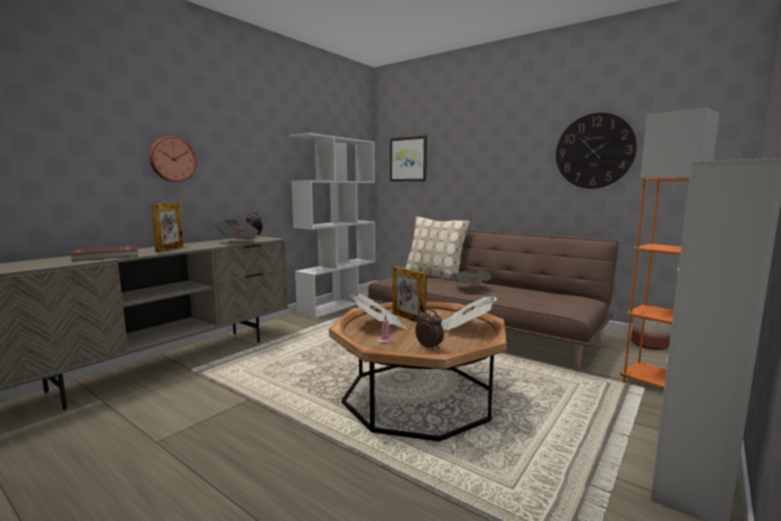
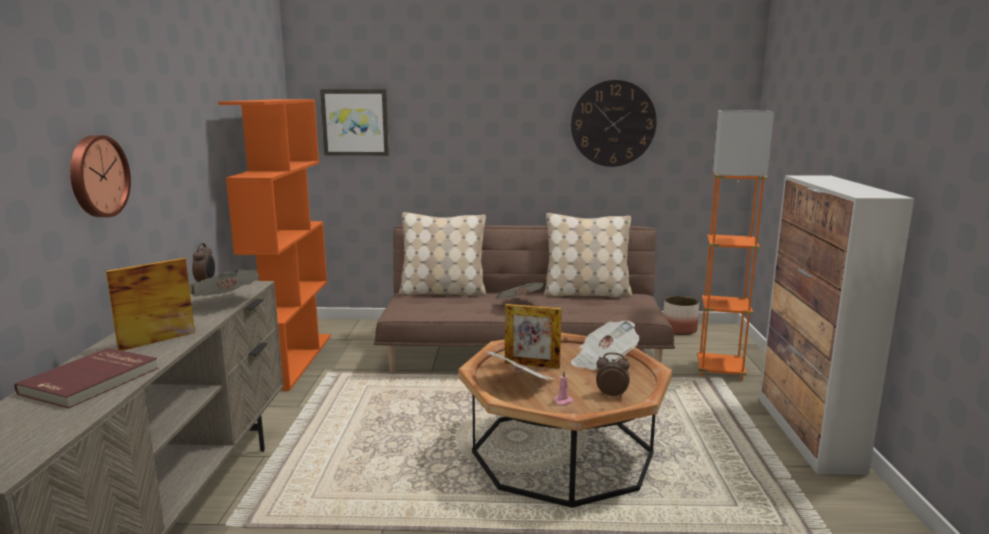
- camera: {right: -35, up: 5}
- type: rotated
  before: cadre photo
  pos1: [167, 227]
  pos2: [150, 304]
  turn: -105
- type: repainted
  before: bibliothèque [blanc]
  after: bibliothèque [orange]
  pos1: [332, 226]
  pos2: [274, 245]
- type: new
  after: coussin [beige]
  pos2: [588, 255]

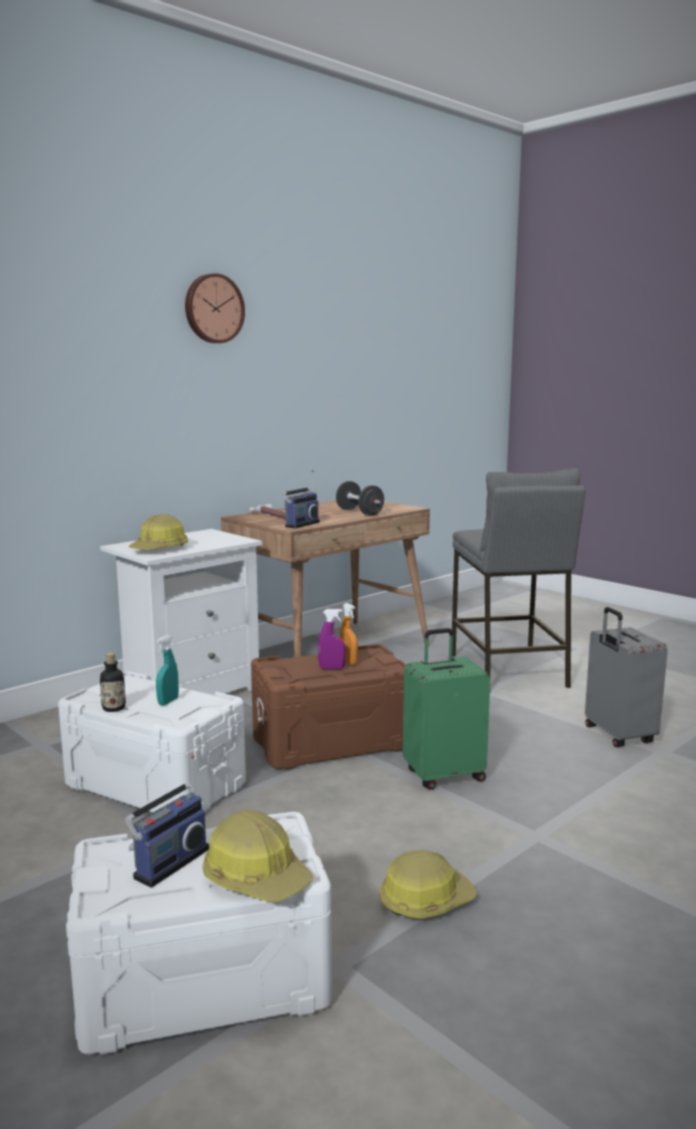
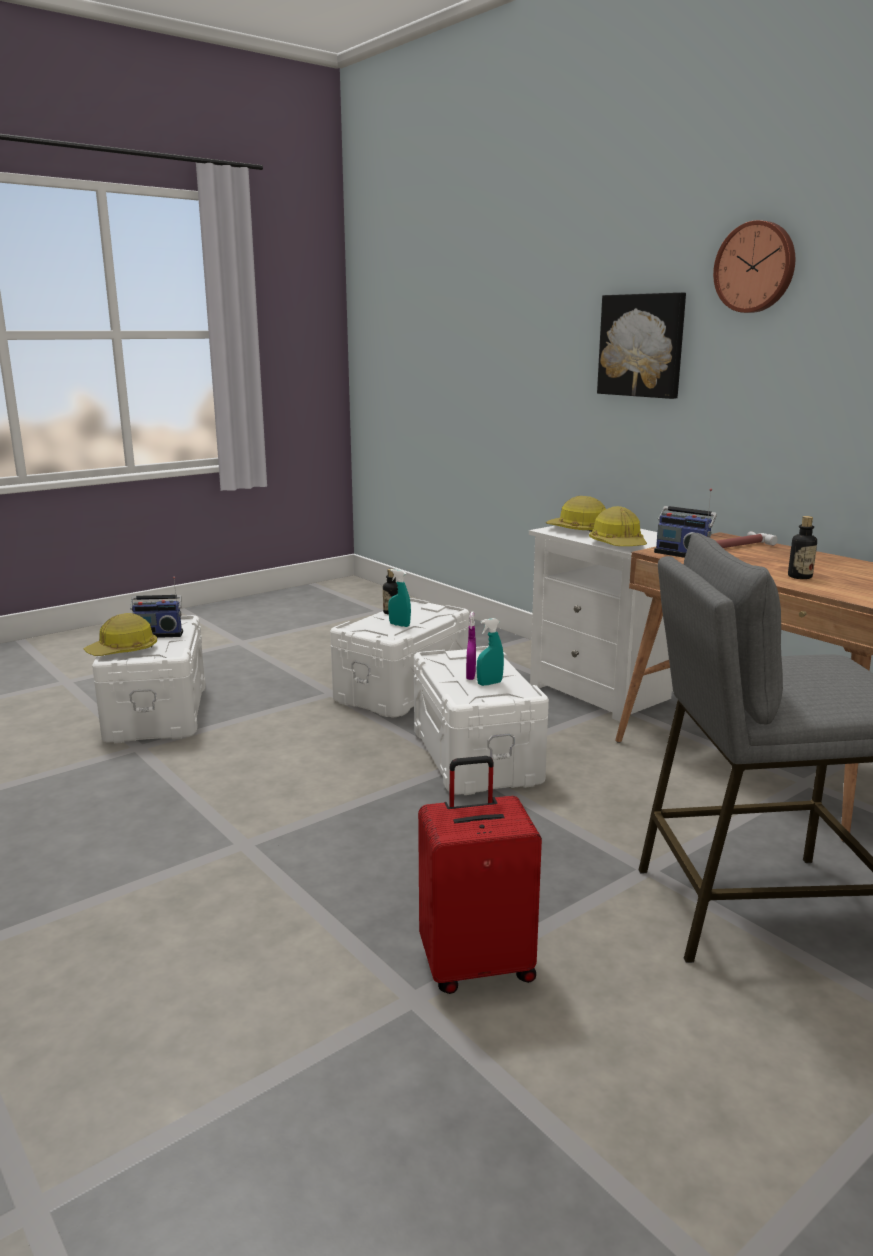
- camera: {right: 95, up: 5}
- type: rotated
  before: radio
  pos1: [167, 821]
  pos2: [156, 607]
  turn: -45
- type: repainted
  before: boîte de rangement [marron]
  after: boîte de rangement [blanc]
  pos1: [328, 707]
  pos2: [481, 720]
- type: repainted
  before: valise [gris]
  after: valise [rouge]
  pos1: [626, 677]
  pos2: [480, 875]
- type: repainted
  before: vaporisateur [orange]
  after: vaporisateur [turquoise]
  pos1: [349, 634]
  pos2: [490, 652]
- type: shifted
  before: casque de chantier
  pos1: [428, 884]
  pos2: [618, 526]
- type: new
  after: tableau
  pos2: [641, 345]
- type: swapped
  before: haltère [noir]
  after: bouteille
  pos1: [360, 498]
  pos2: [802, 547]
- type: gone
  before: valise [vert]
  pos1: [446, 709]

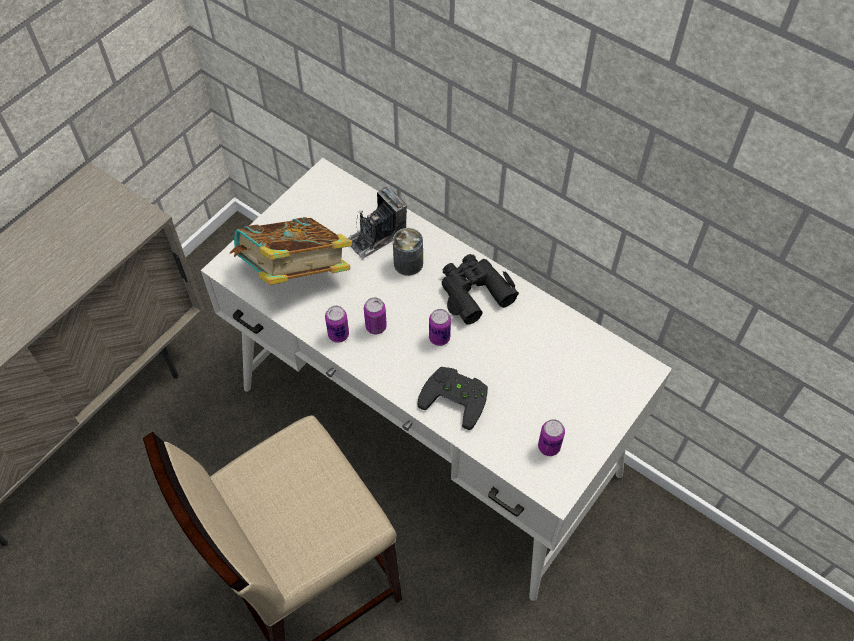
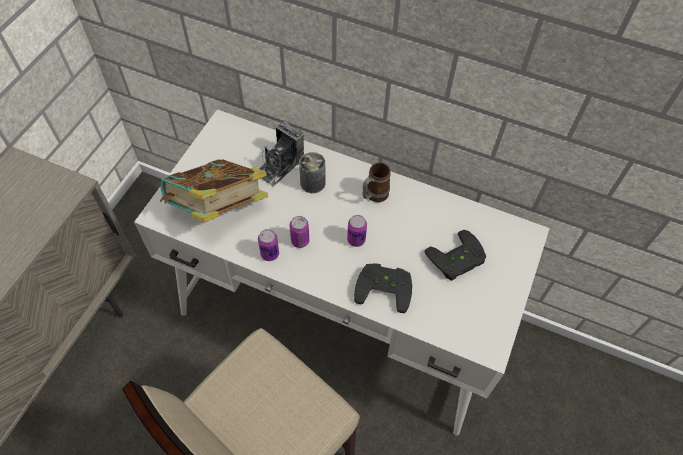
- camera: {right: -15, up: 0}
- type: swapped
  before: jumelles [noir]
  after: mug
  pos1: [480, 289]
  pos2: [376, 182]
- type: new
  after: manette [noir]
  pos2: [455, 255]
- type: gone
  before: boîte métallique
  pos1: [551, 437]

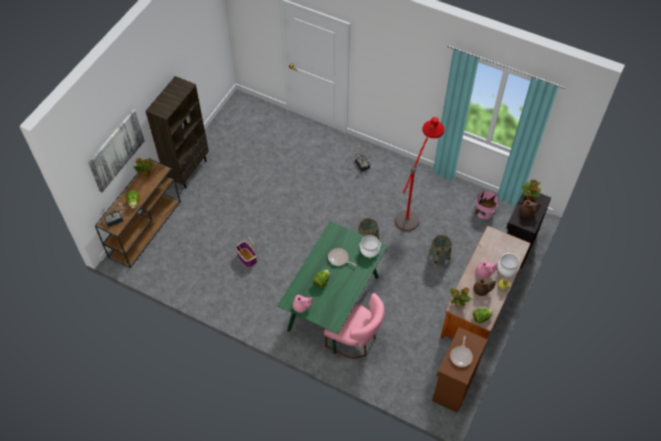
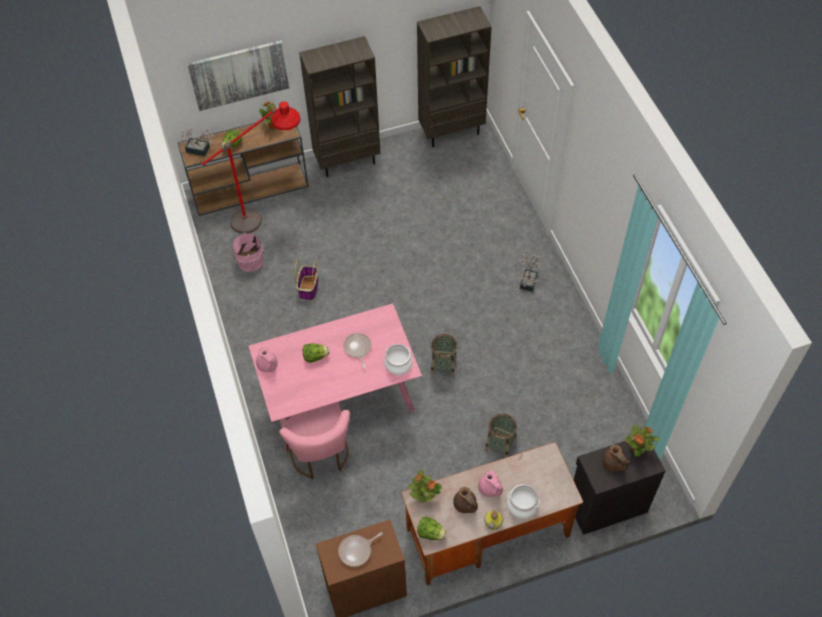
- camera: {right: 45, up: 0}
- type: shifted
  before: lampadaire [rouge]
  pos1: [419, 174]
  pos2: [251, 168]
- type: shifted
  before: seau [rose]
  pos1: [486, 204]
  pos2: [247, 252]
- type: repainted
  before: table à manger [vert]
  after: table à manger [rose]
  pos1: [332, 287]
  pos2: [335, 377]
- type: new
  after: bibliothèque [marron]
  pos2: [454, 76]

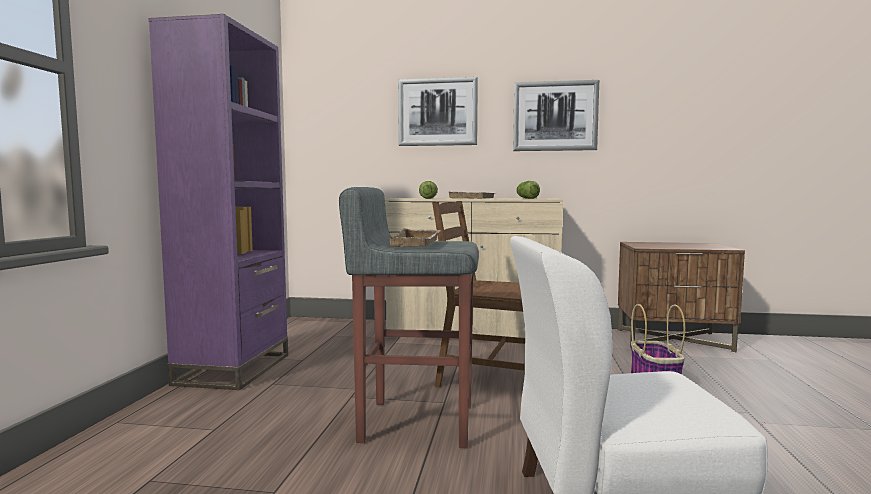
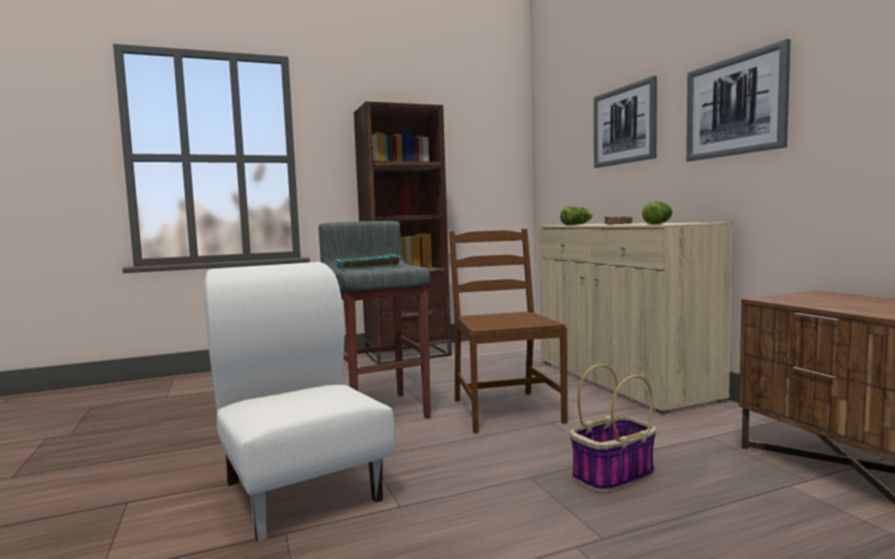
- camera: {right: 60, up: 0}
- type: repainted
  before: plateau [beige]
  after: plateau [turquoise]
  pos1: [415, 237]
  pos2: [368, 261]
- type: repainted
  before: bibliothèque [violet]
  after: bibliothèque [marron]
  pos1: [218, 202]
  pos2: [403, 233]

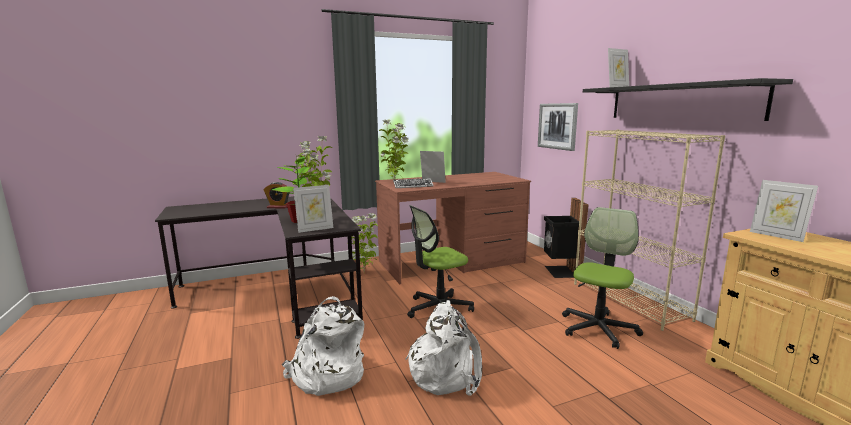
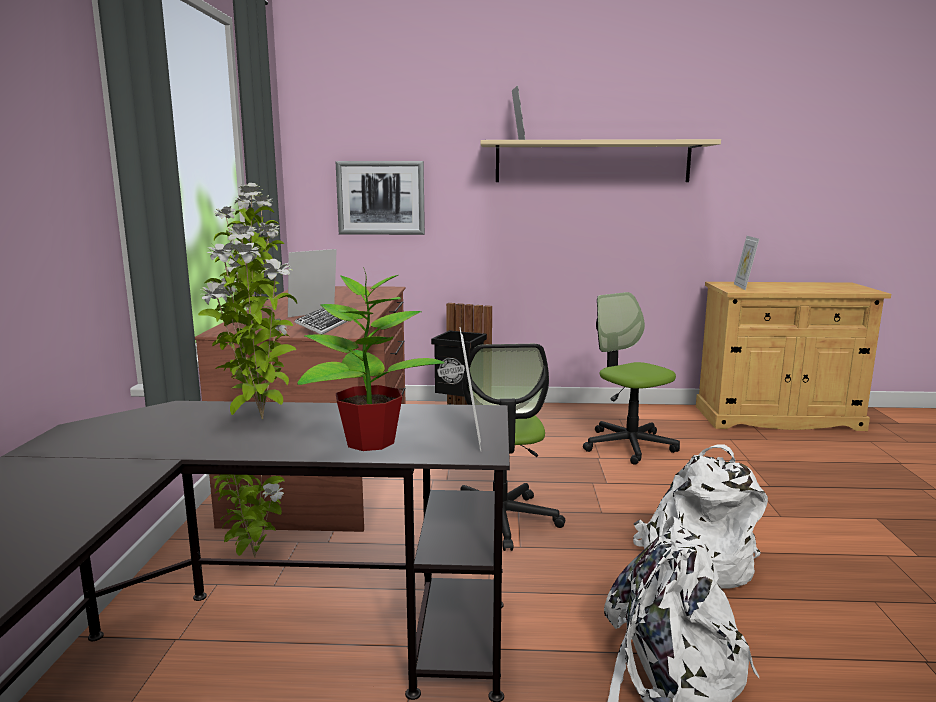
- camera: {right: -65, up: 0}
- type: repainted
  before: étagère [noir]
  after: étagère [beige]
  pos1: [688, 99]
  pos2: [600, 160]
- type: rotated
  before: cadre photo
  pos1: [784, 211]
  pos2: [746, 263]
  turn: 105
- type: gone
  before: réveil
  pos1: [276, 195]
- type: gone
  before: bibliothèque [beige]
  pos1: [649, 230]

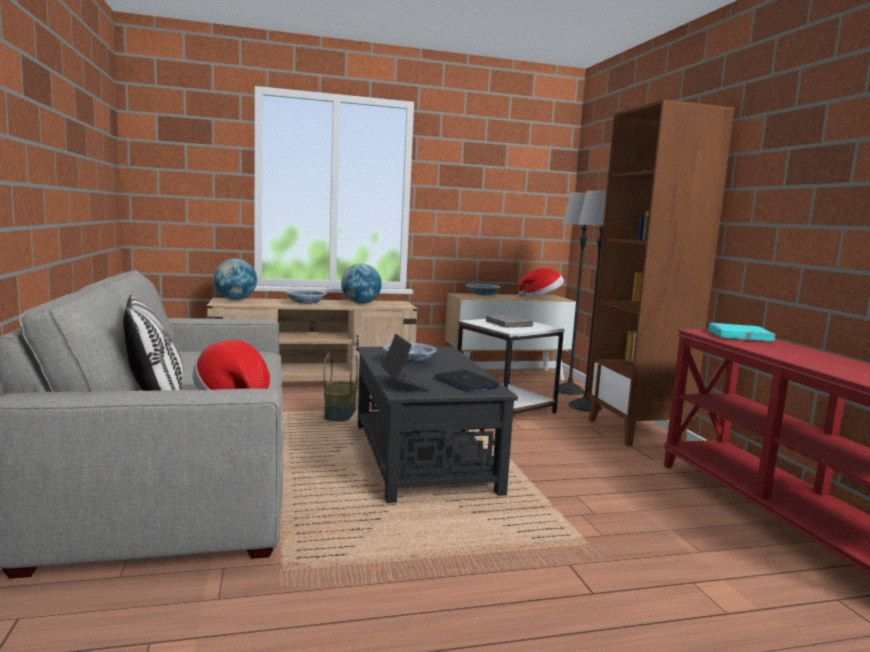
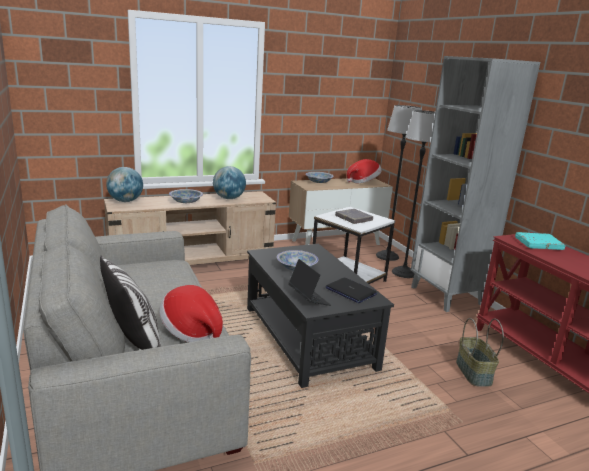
- camera: {right: -10, up: 10}
- type: repainted
  before: bibliothèque [marron]
  after: bibliothèque [gris]
  pos1: [661, 273]
  pos2: [475, 184]
- type: shifted
  before: panier
  pos1: [341, 387]
  pos2: [480, 352]

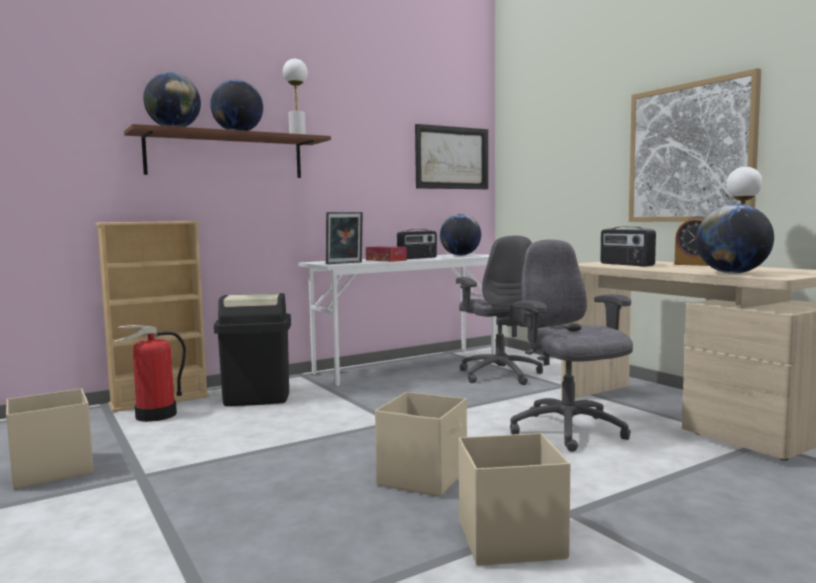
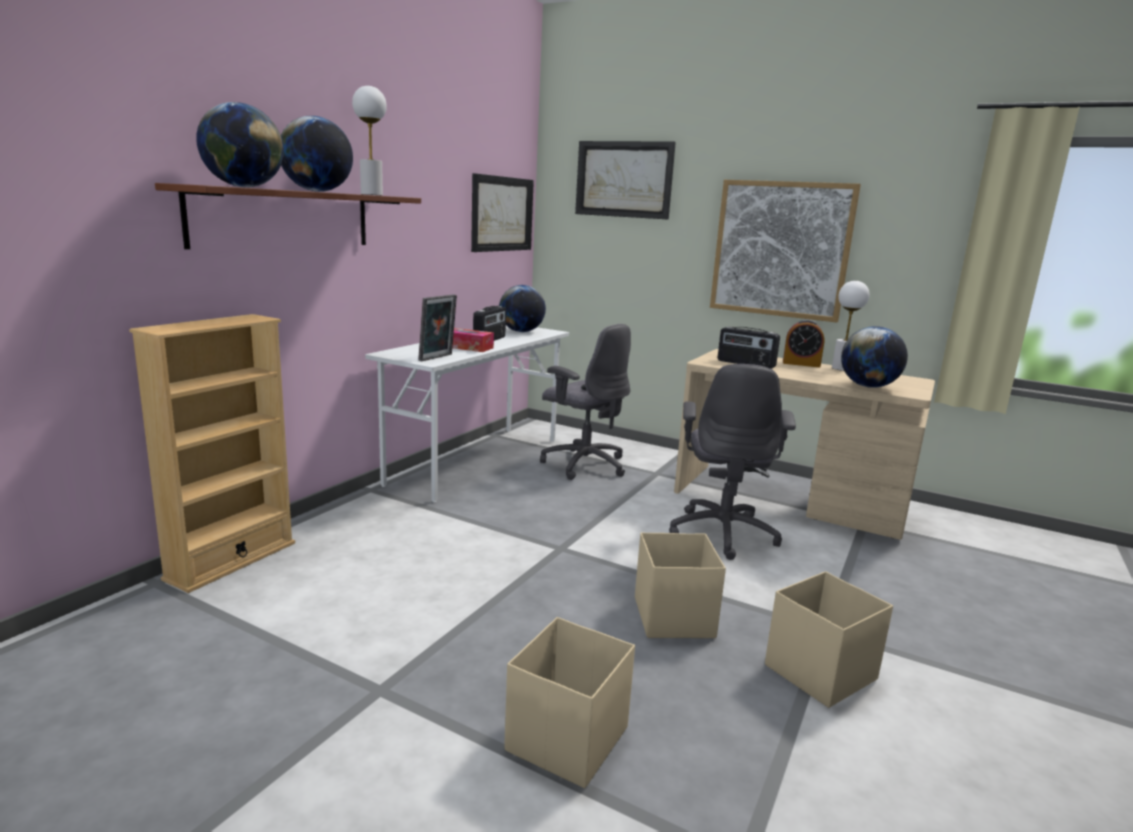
- camera: {right: -30, up: 10}
- type: shifted
  before: boîte de rangement [beige]
  pos1: [50, 438]
  pos2: [569, 702]
- type: new
  after: tableau
  pos2: [625, 180]
- type: rotated
  before: chaise de bureau [gris]
  pos1: [571, 345]
  pos2: [732, 462]
  turn: -120
- type: gone
  before: extincteur
  pos1: [150, 373]
- type: gone
  before: poubelle [noir]
  pos1: [252, 349]

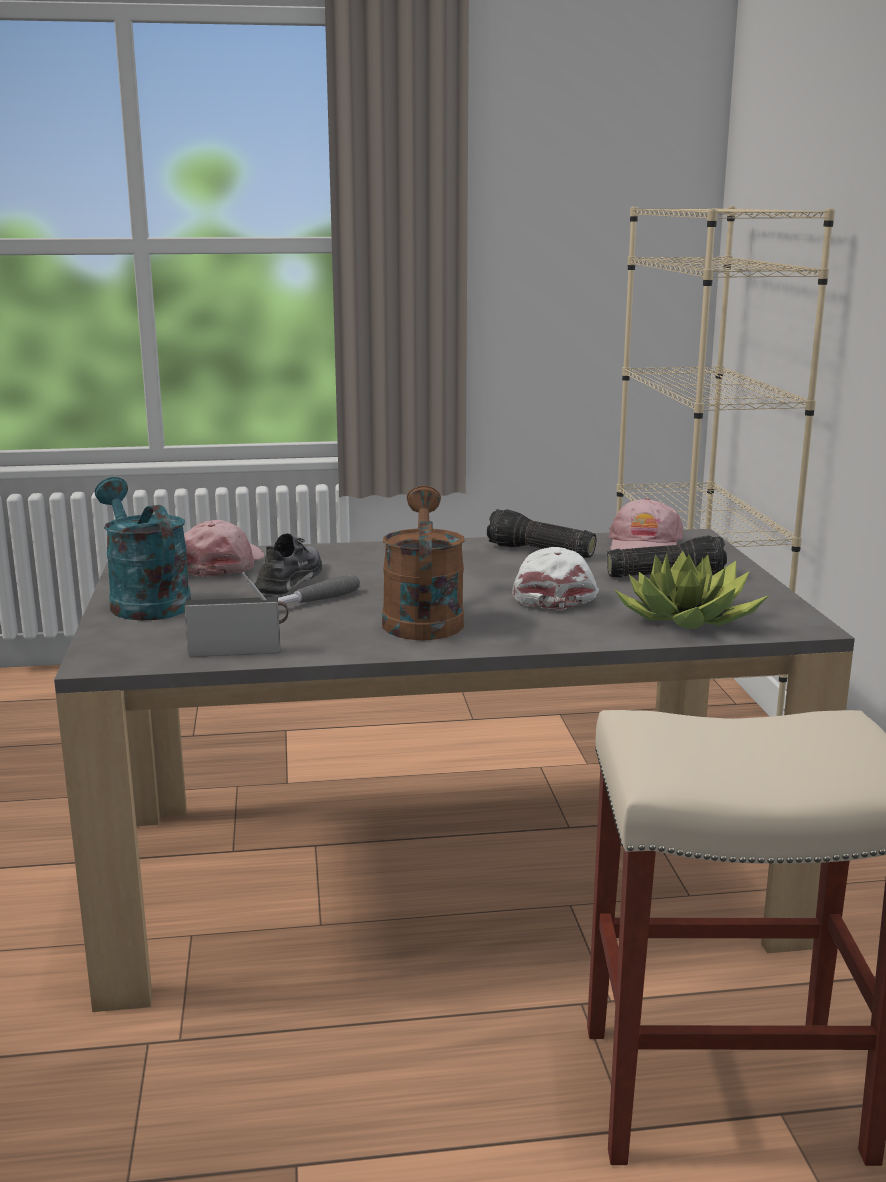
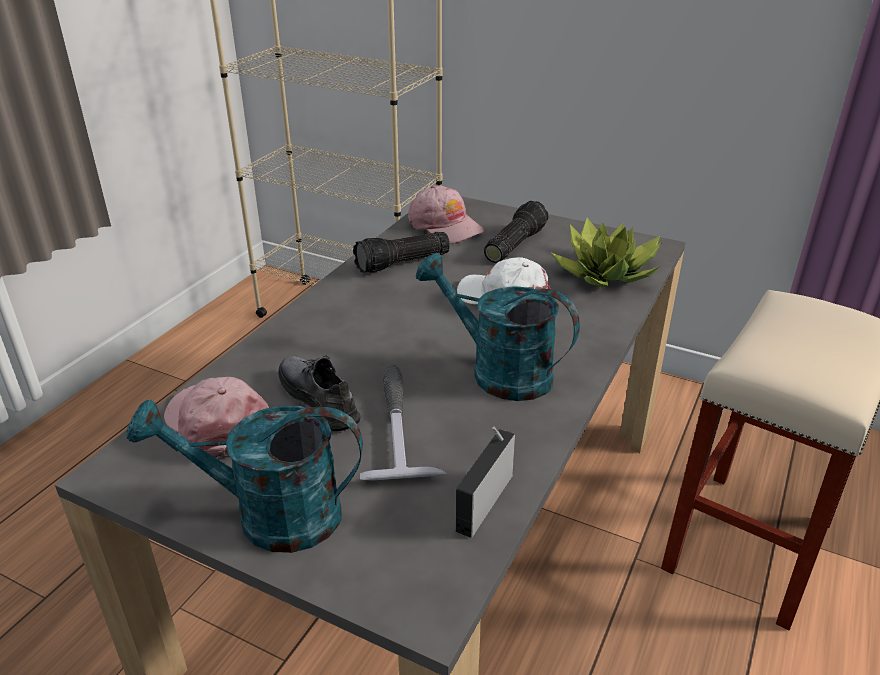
- camera: {right: -55, up: 15}
- type: repainted
  before: arrosoir [marron]
  after: arrosoir [turquoise]
  pos1: [423, 562]
  pos2: [498, 327]

